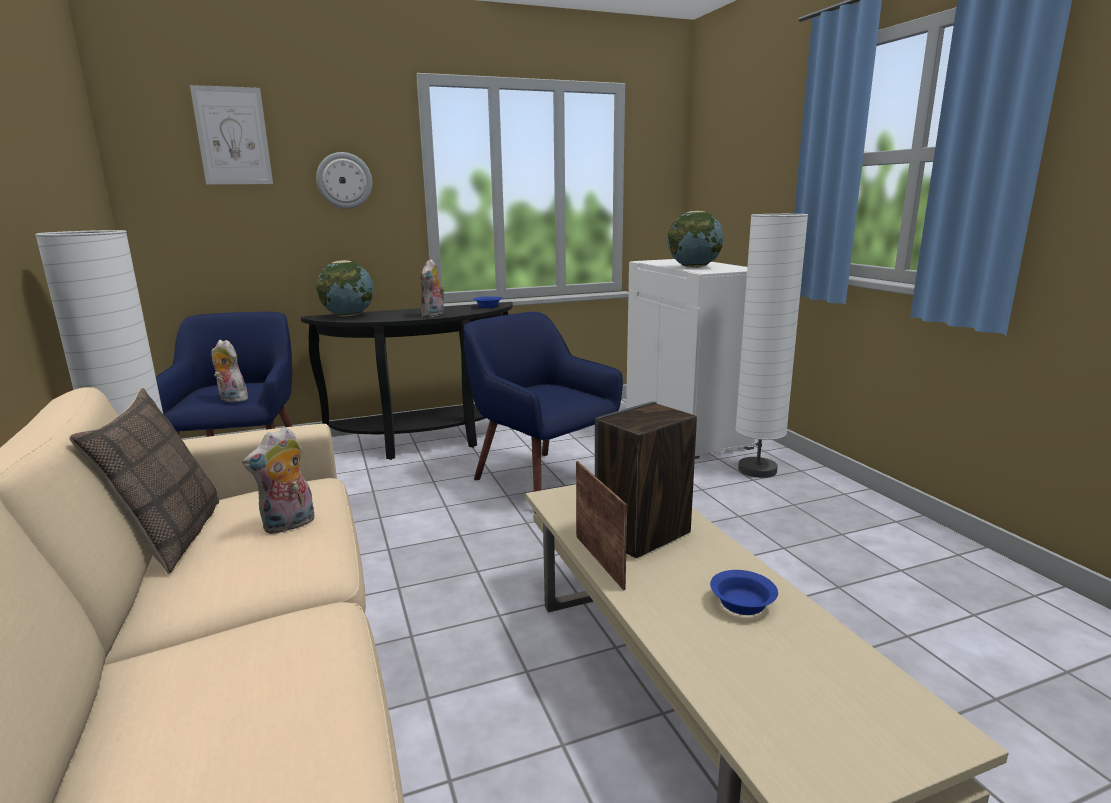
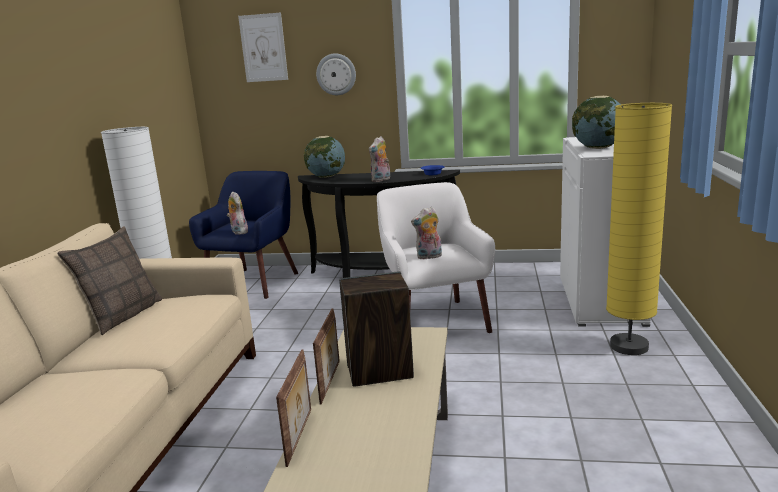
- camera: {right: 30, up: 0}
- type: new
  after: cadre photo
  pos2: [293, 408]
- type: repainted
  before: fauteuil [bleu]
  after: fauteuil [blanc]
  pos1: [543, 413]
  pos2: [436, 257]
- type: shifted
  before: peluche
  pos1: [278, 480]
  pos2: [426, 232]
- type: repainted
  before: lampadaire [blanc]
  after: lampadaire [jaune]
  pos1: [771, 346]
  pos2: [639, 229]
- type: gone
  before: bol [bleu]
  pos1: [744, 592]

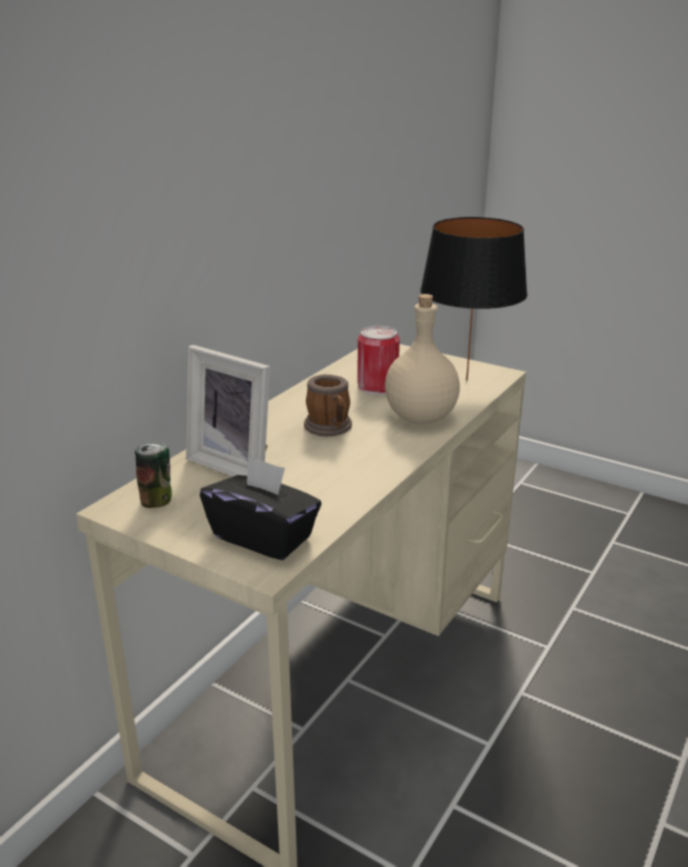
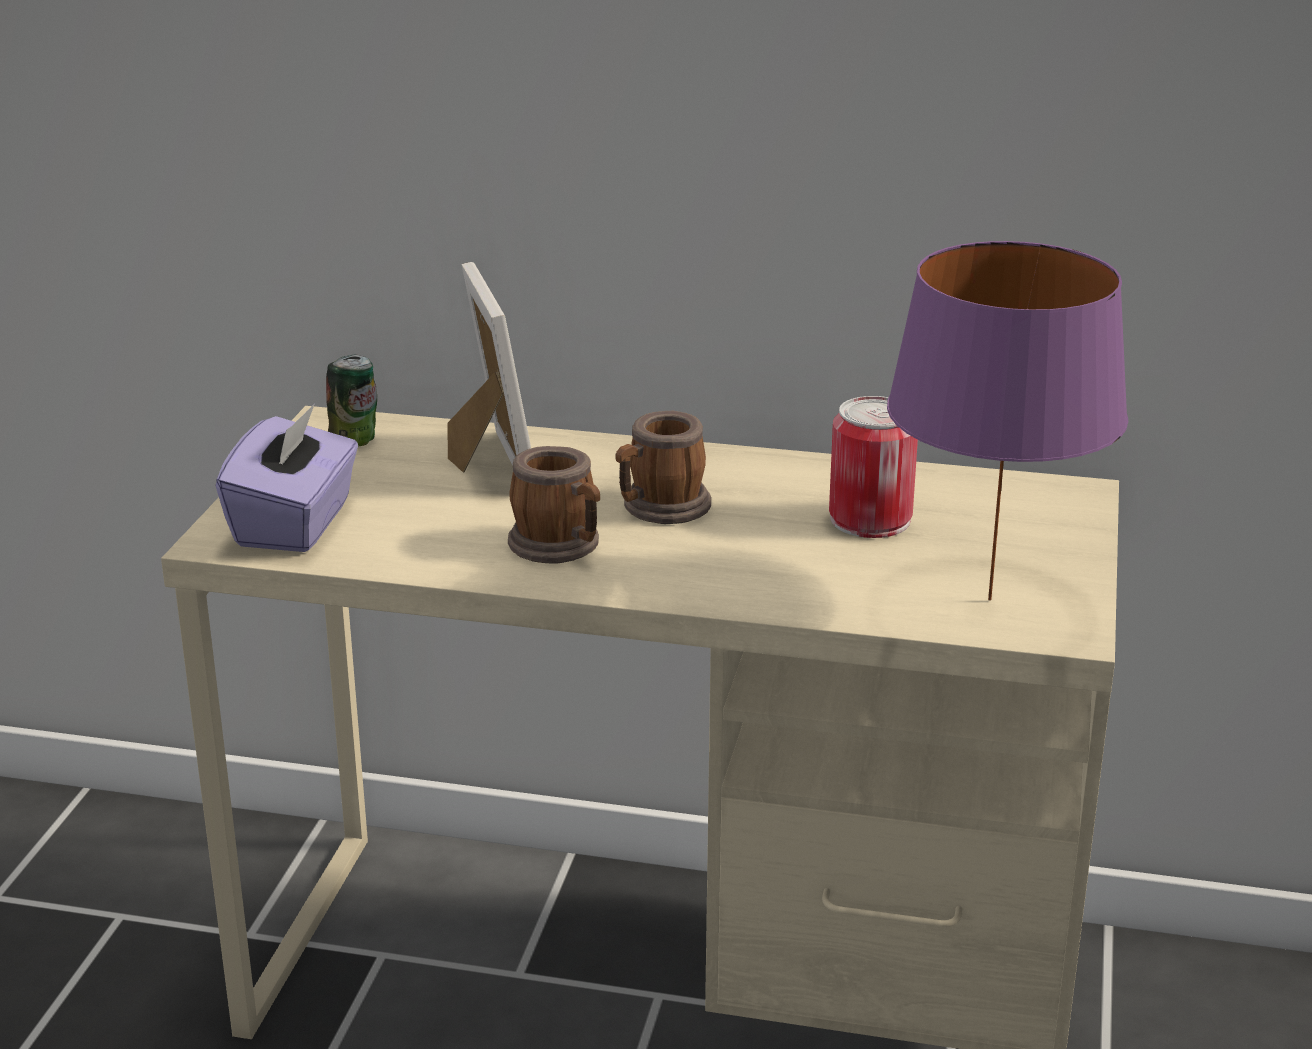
- camera: {right: 70, up: 0}
- type: repainted
  before: boîte à mouchoirs [noir]
  after: boîte à mouchoirs [violet]
  pos1: [260, 507]
  pos2: [287, 478]
- type: rotated
  before: cadre photo
  pos1: [228, 410]
  pos2: [489, 367]
  turn: 150
- type: new
  after: mug
  pos2: [554, 504]
- type: repainted
  before: lampe de table [noir]
  after: lampe de table [violet]
  pos1: [474, 299]
  pos2: [1007, 421]
- type: gone
  before: bouteille [beige]
  pos1: [422, 359]

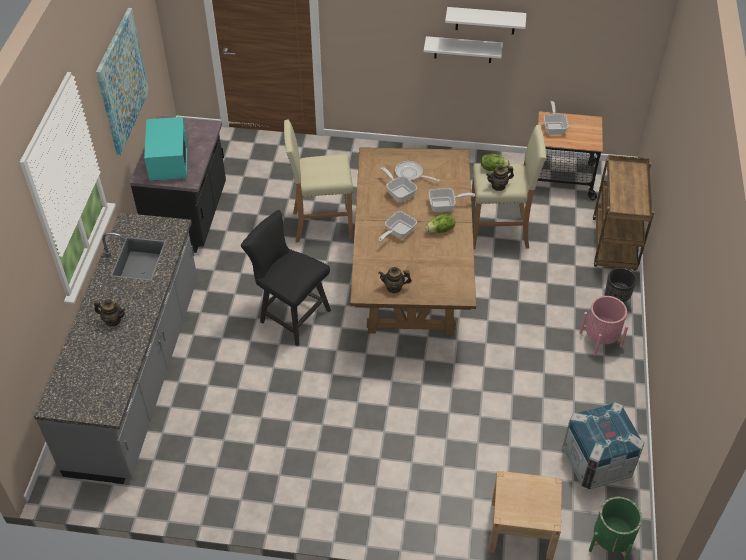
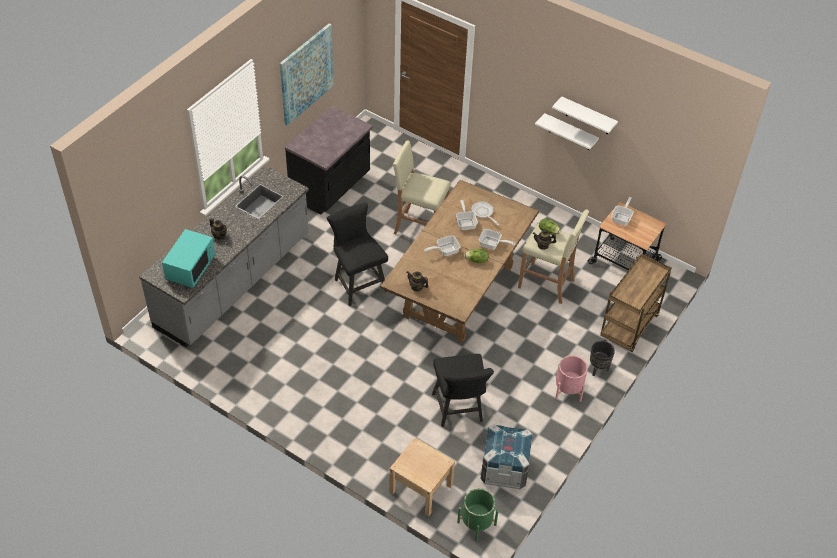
- camera: {right: 25, up: 0}
- type: shifted
  before: micro-ondes [turquoise]
  pos1: [165, 149]
  pos2: [188, 258]
- type: new
  after: chaise [noir]
  pos2: [463, 390]

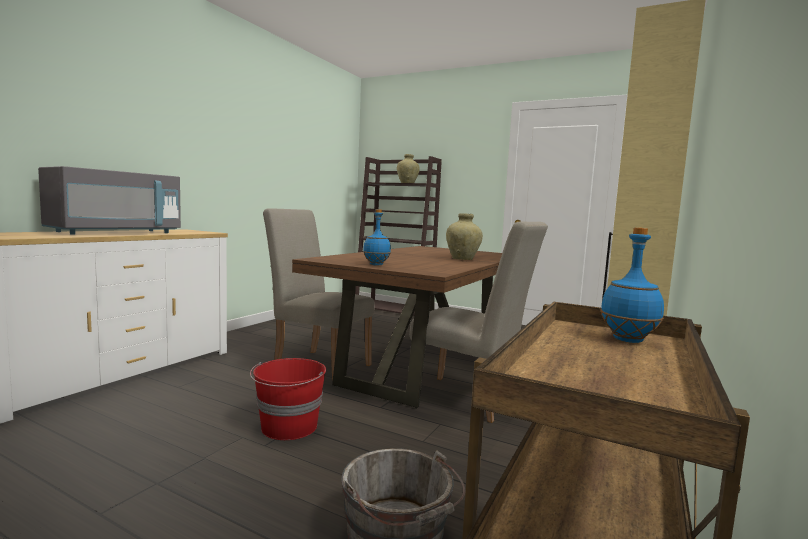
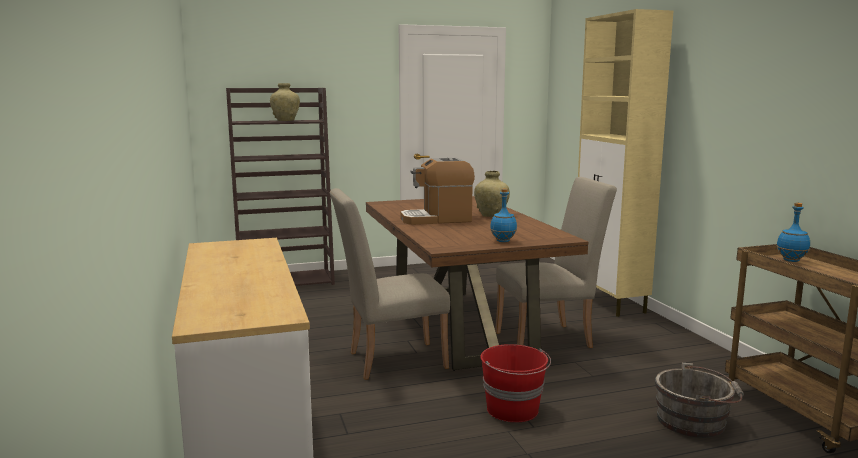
- camera: {right: -45, up: 5}
- type: new
  after: machine à café
  pos2: [437, 191]
- type: gone
  before: micro-ondes [gris]
  pos1: [109, 200]

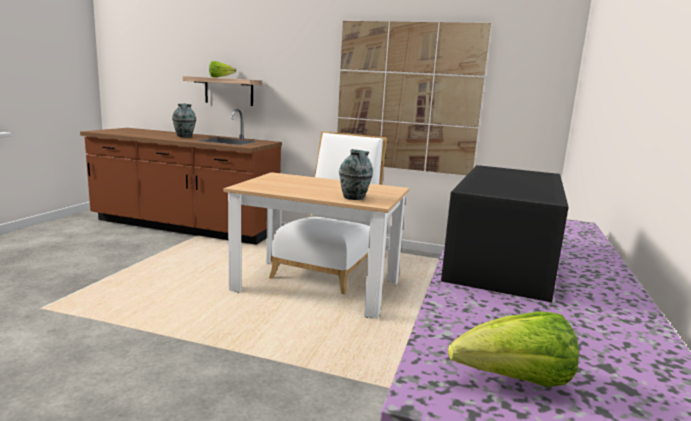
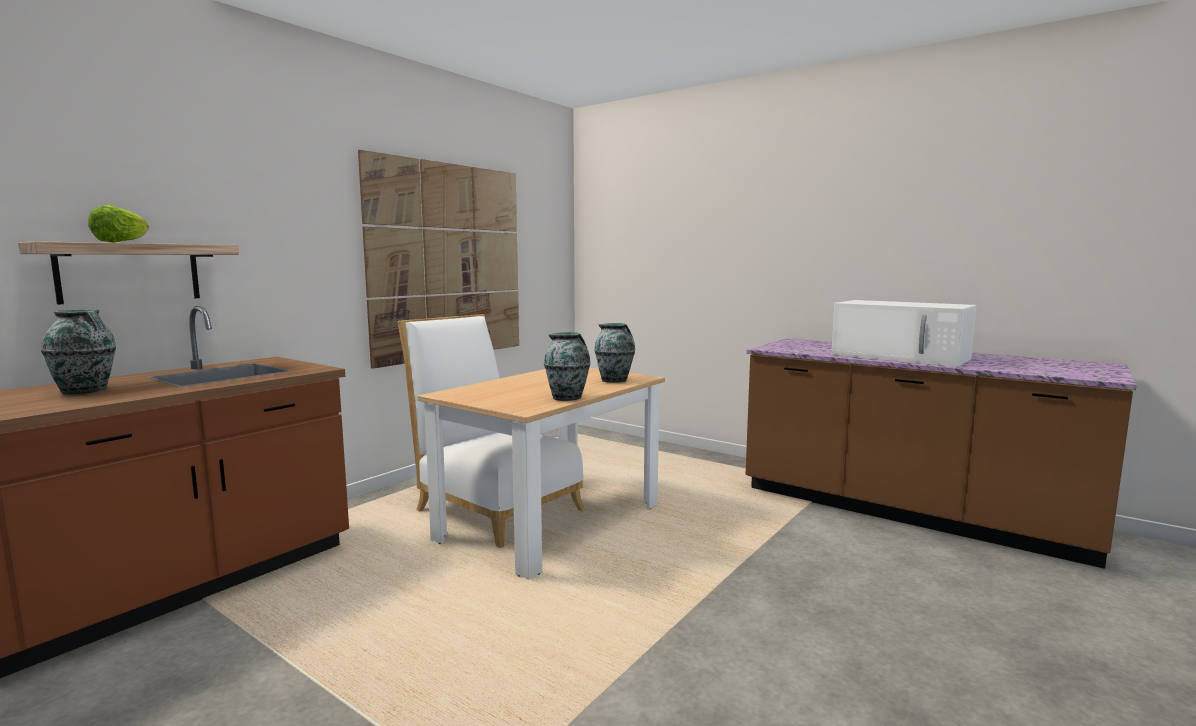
- camera: {right: -70, up: -5}
- type: new
  after: vase
  pos2: [567, 366]
- type: repainted
  before: micro-ondes [noir]
  after: micro-ondes [blanc]
  pos1: [505, 233]
  pos2: [903, 333]
- type: gone
  before: laitue
  pos1: [513, 349]

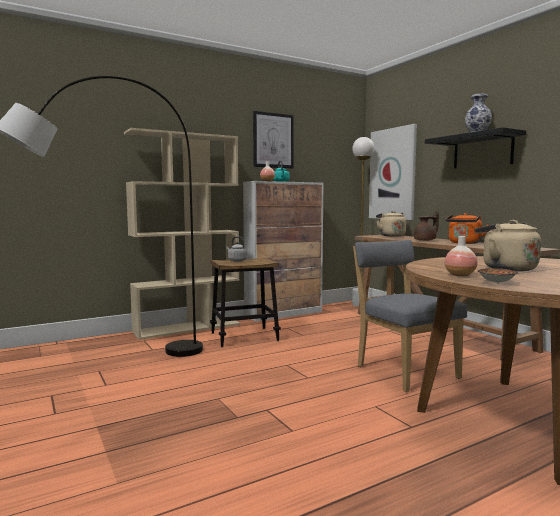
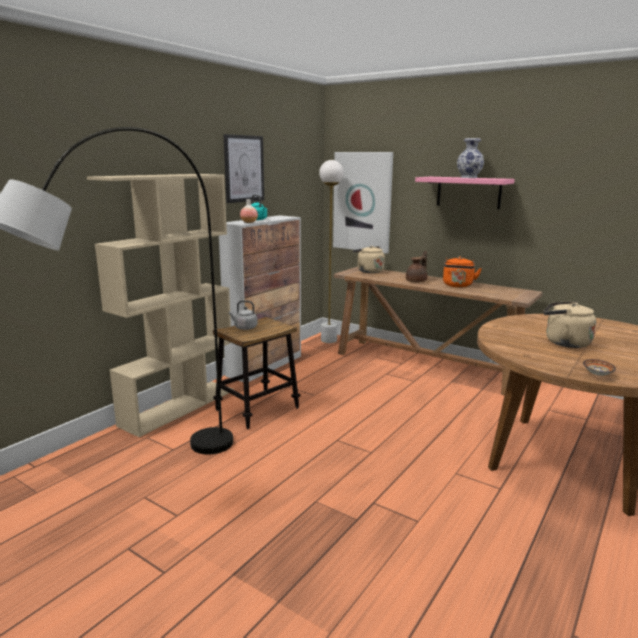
- camera: {right: -25, up: 10}
- type: repainted
  before: étagère [noir]
  after: étagère [rose]
  pos1: [475, 148]
  pos2: [465, 193]
- type: gone
  before: chaise [gris]
  pos1: [410, 316]
- type: gone
  before: vase
  pos1: [461, 256]

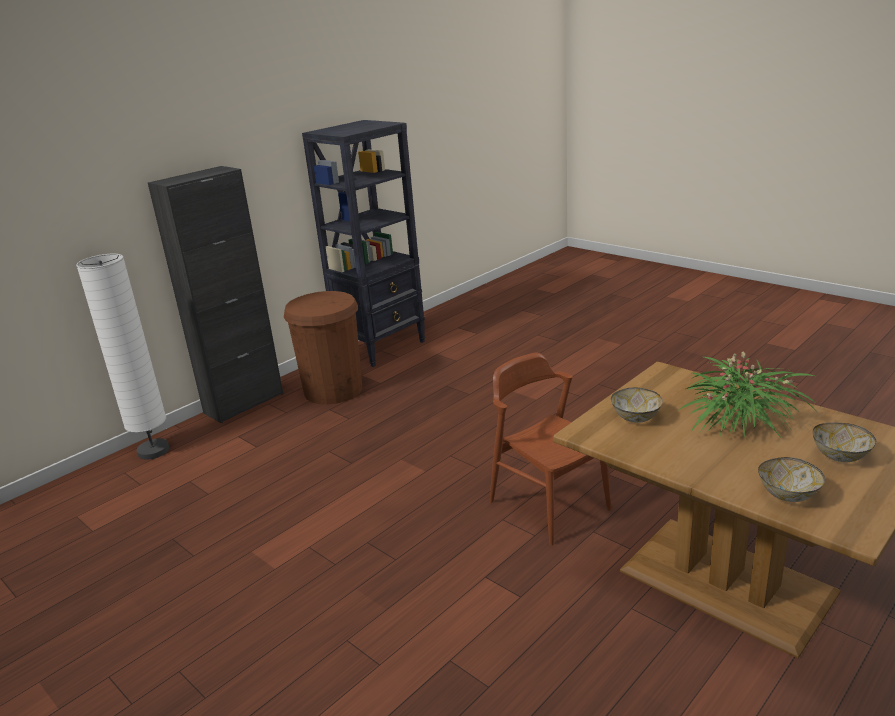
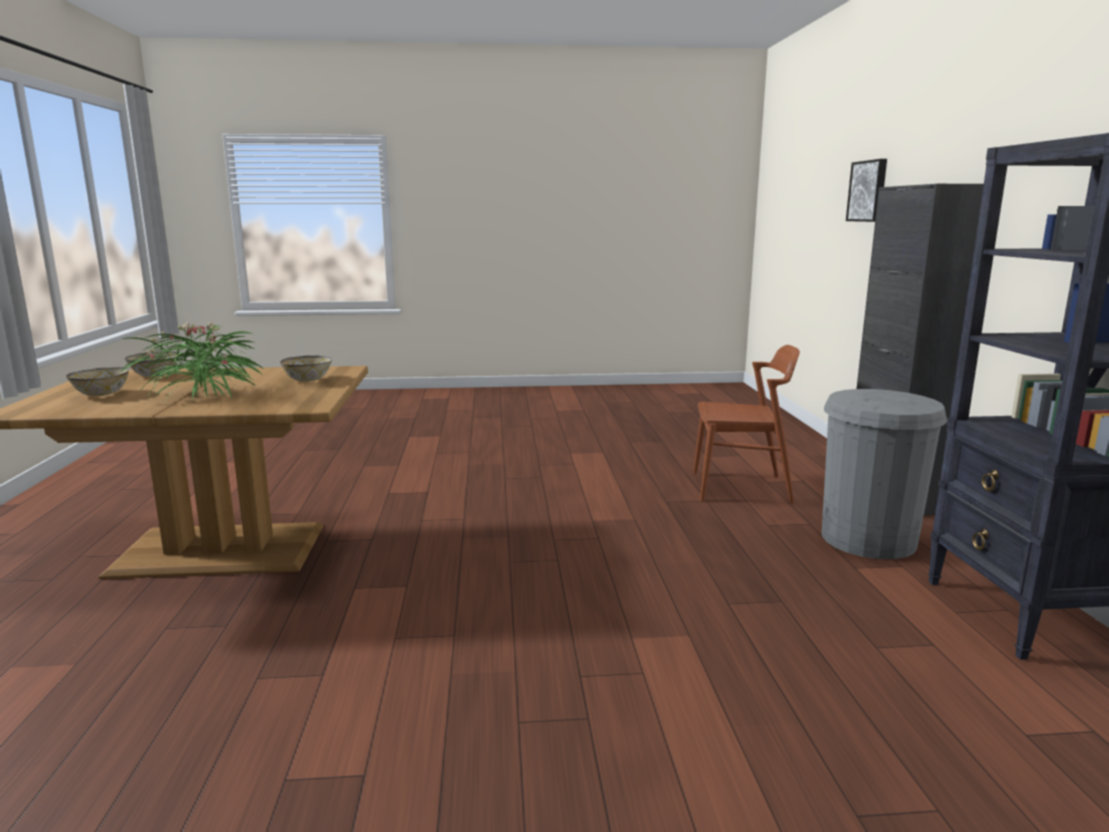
- camera: {right: 130, up: -10}
- type: shifted
  before: chaise [marron]
  pos1: [550, 448]
  pos2: [746, 424]
- type: repainted
  before: poubelle [marron]
  after: poubelle [gris]
  pos1: [323, 348]
  pos2: [884, 474]
- type: new
  after: tableau
  pos2: [866, 190]
- type: gone
  before: lampadaire [blanc]
  pos1: [122, 357]

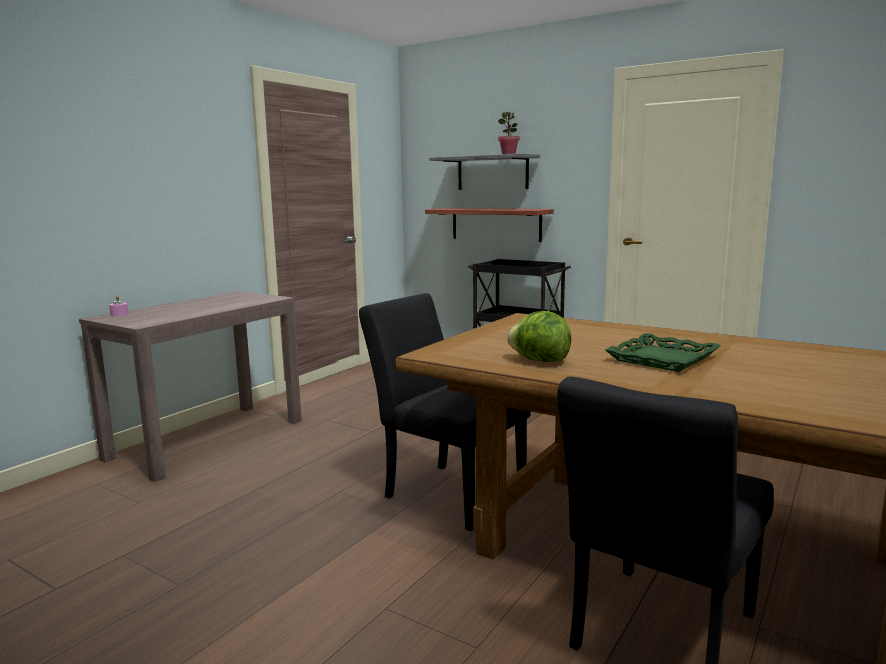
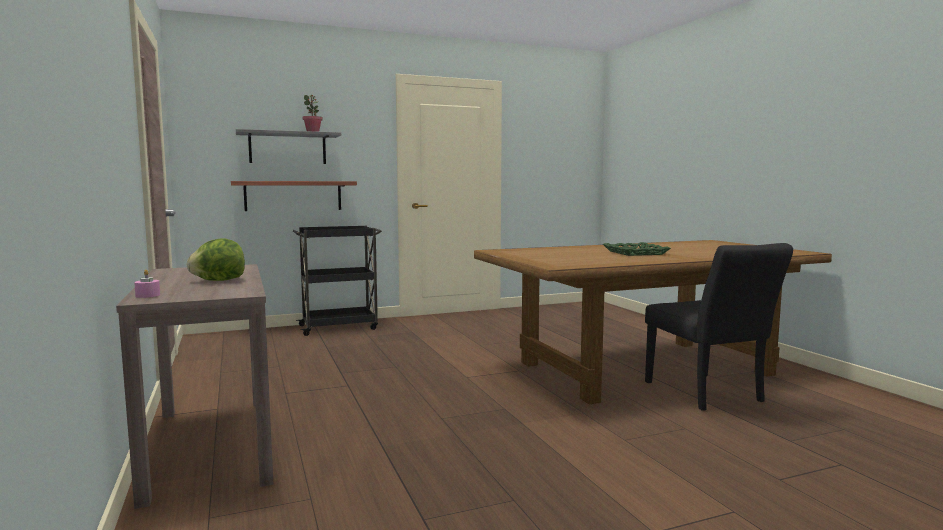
- camera: {right: -55, up: -5}
- type: shifted
  before: laitue
  pos1: [539, 336]
  pos2: [216, 260]
- type: gone
  before: chaise [noir]
  pos1: [445, 412]

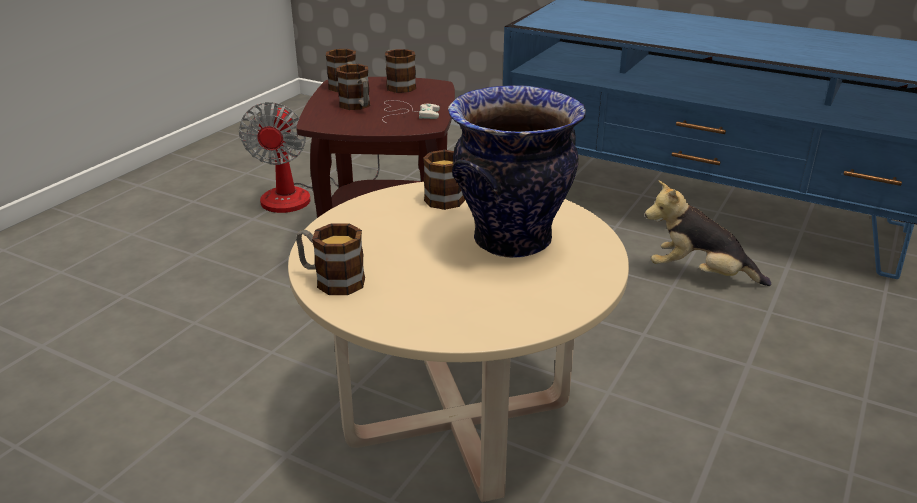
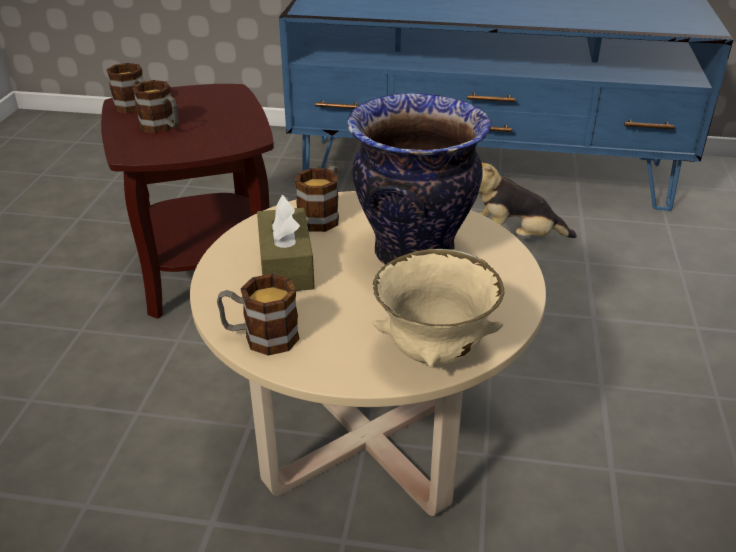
- camera: {right: -20, up: 5}
- type: new
  after: boîte à mouchoirs [marron]
  pos2: [285, 243]
- type: new
  after: bol [beige]
  pos2: [438, 308]
- type: gone
  before: ventilateur
  pos1: [309, 157]
- type: gone
  before: manette [blanc]
  pos1: [411, 111]
- type: gone
  before: mug
  pos1: [400, 71]

